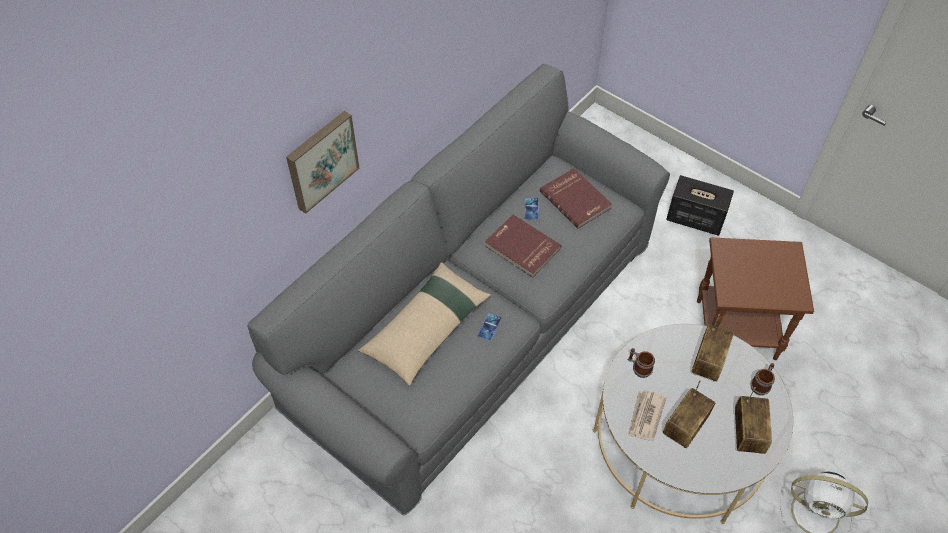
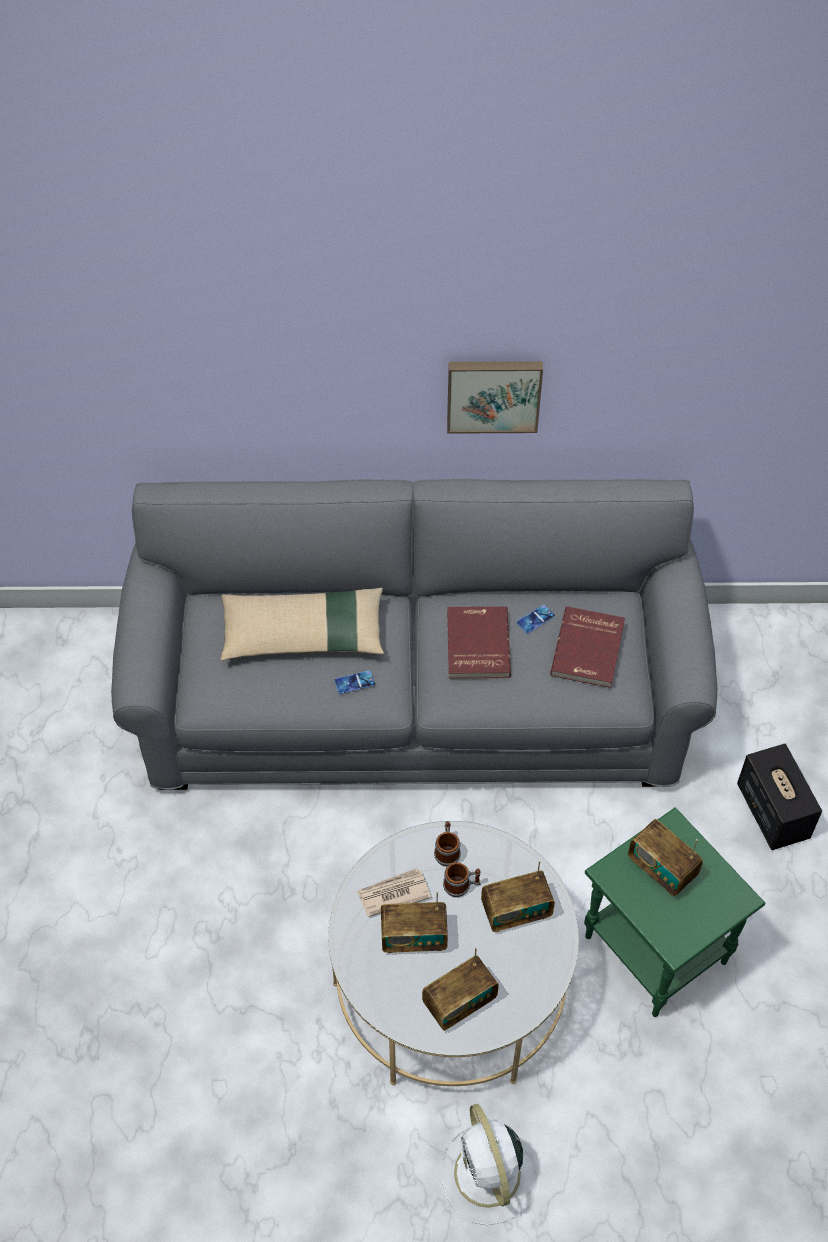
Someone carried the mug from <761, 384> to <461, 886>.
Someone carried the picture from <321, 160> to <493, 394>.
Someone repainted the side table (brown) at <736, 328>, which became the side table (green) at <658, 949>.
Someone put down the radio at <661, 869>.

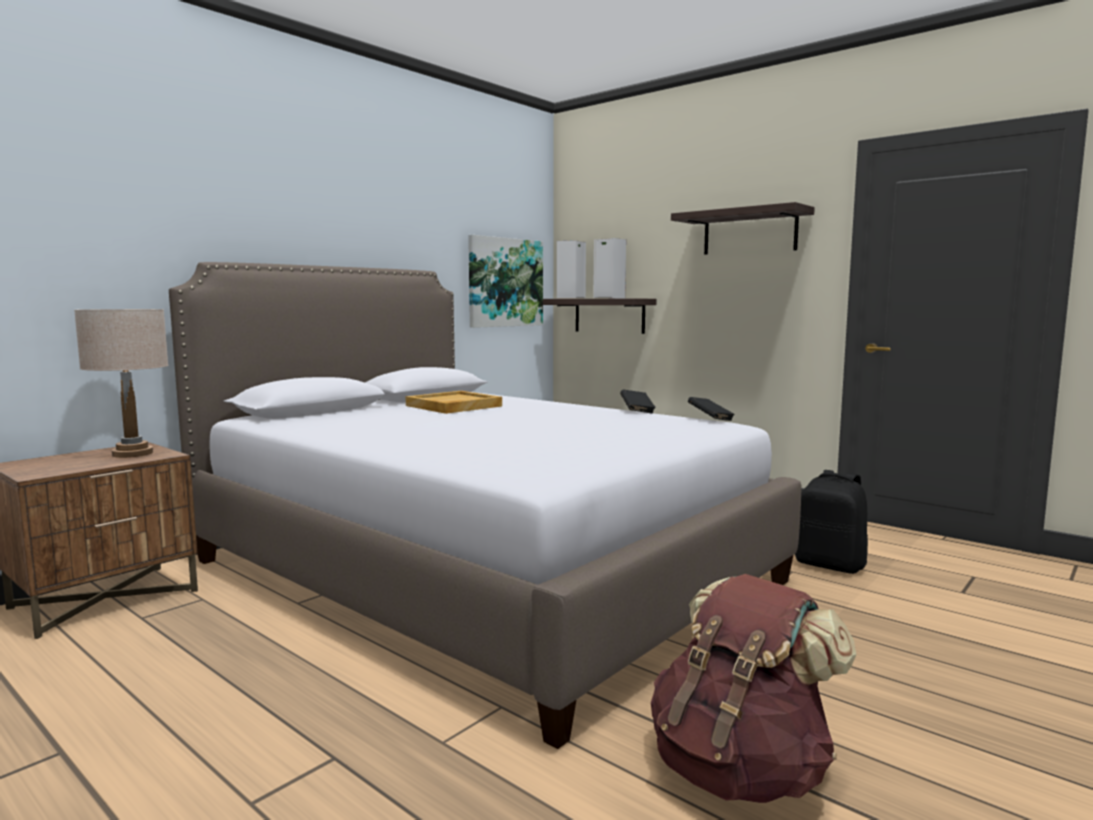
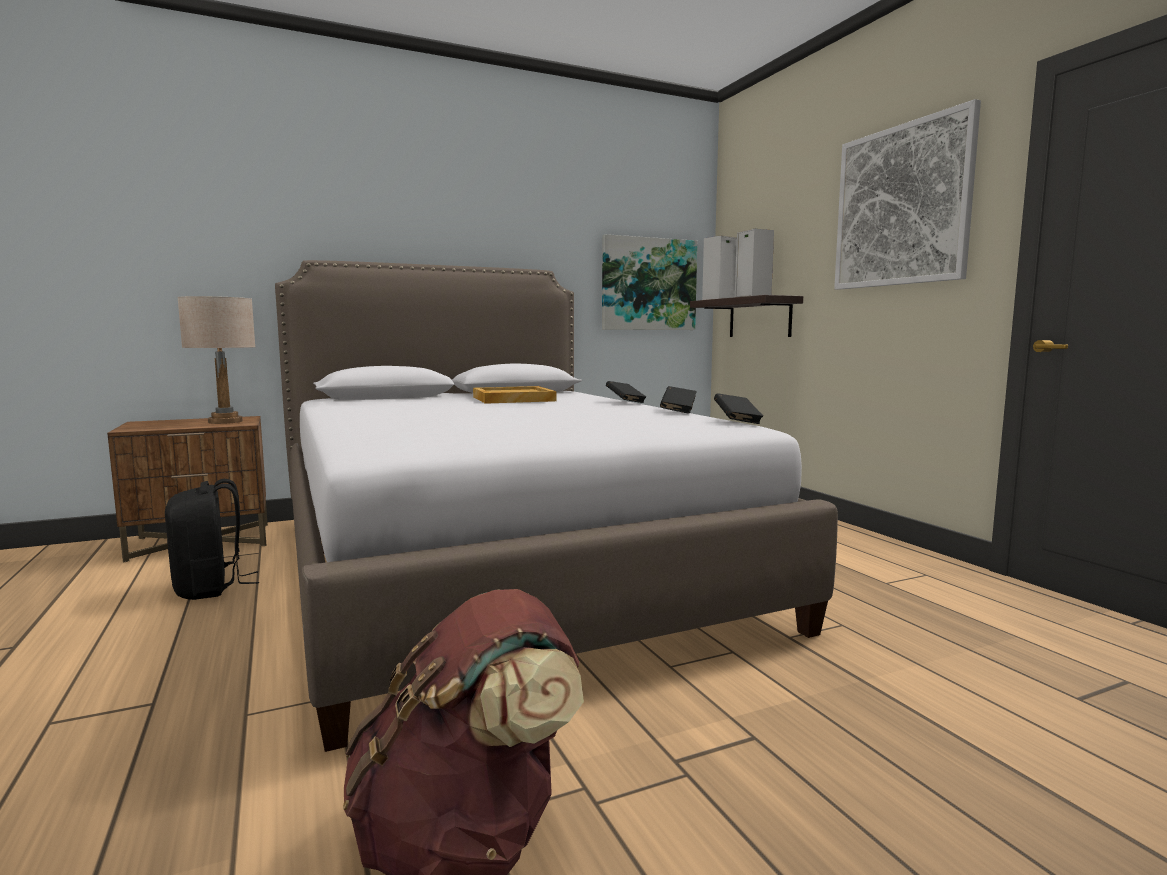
Someone carried the backpack (black) from <830, 565> to <210, 588>.
Someone put down the book (black) at <625, 402>.
Someone swapped the shelf at <749, 232> for the picture at <901, 206>.

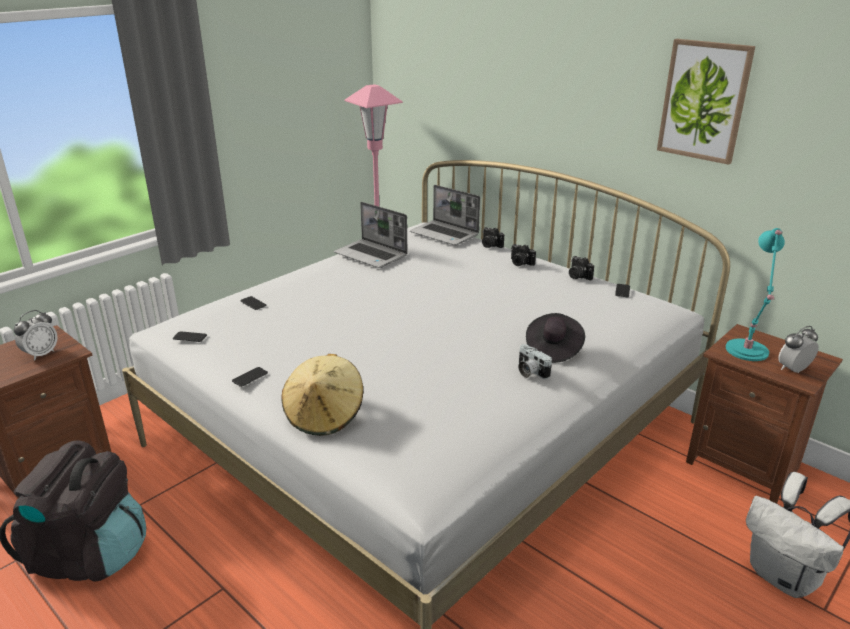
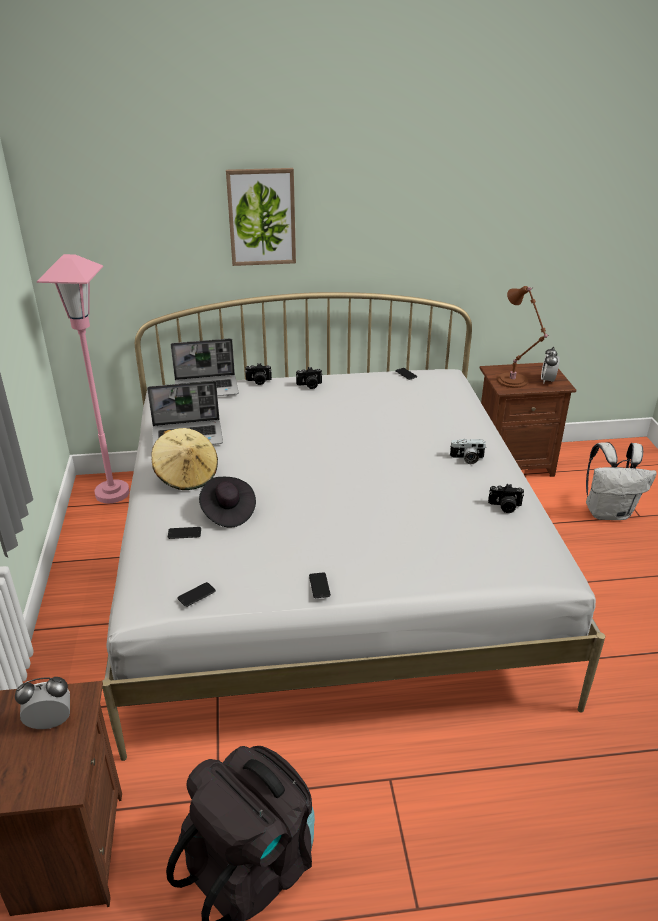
Someone rotated the alarm clock at <41, 354> by 90 degrees counterclockwise.
Someone carried the hat (beige) from <324, 415> to <187, 476>.
Someone carried the hat (black) from <553, 349> to <227, 512>.
Someone carried the picture from <704, 101> to <261, 217>.
Someone carried the photo camera from <578, 276> to <505, 507>.
Someone repainted the table lamp (turquoise) at <746, 352>, which became the table lamp (brown) at <514, 382>.

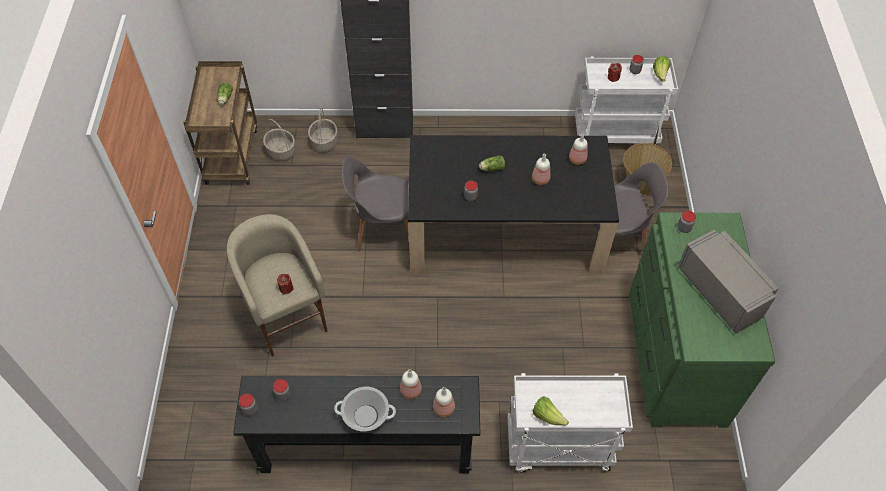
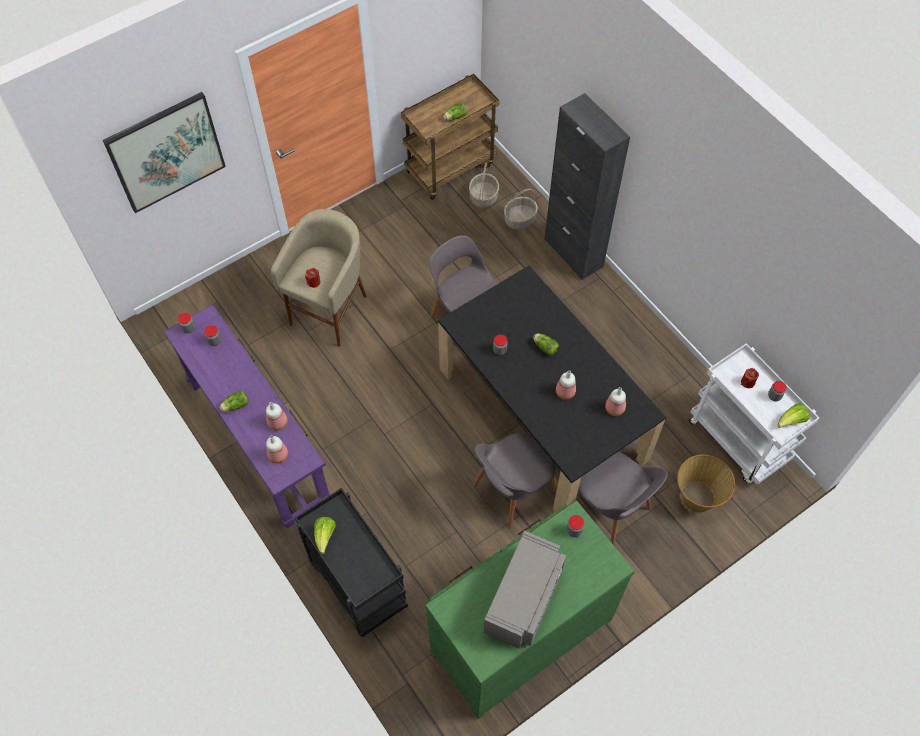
Someone put up the picture at <166, 152>.
Someone repainted the console table (black) at <366, 447>, which became the console table (purple) at <259, 440>.
Someone swapped the cooking pot at <366, 415> for the lettuce at <234, 406>.
Someone repainted the cart (white) at <558, 447>, which became the cart (black) at <356, 583>.
Someone put down the chair (grey) at <513, 490>.

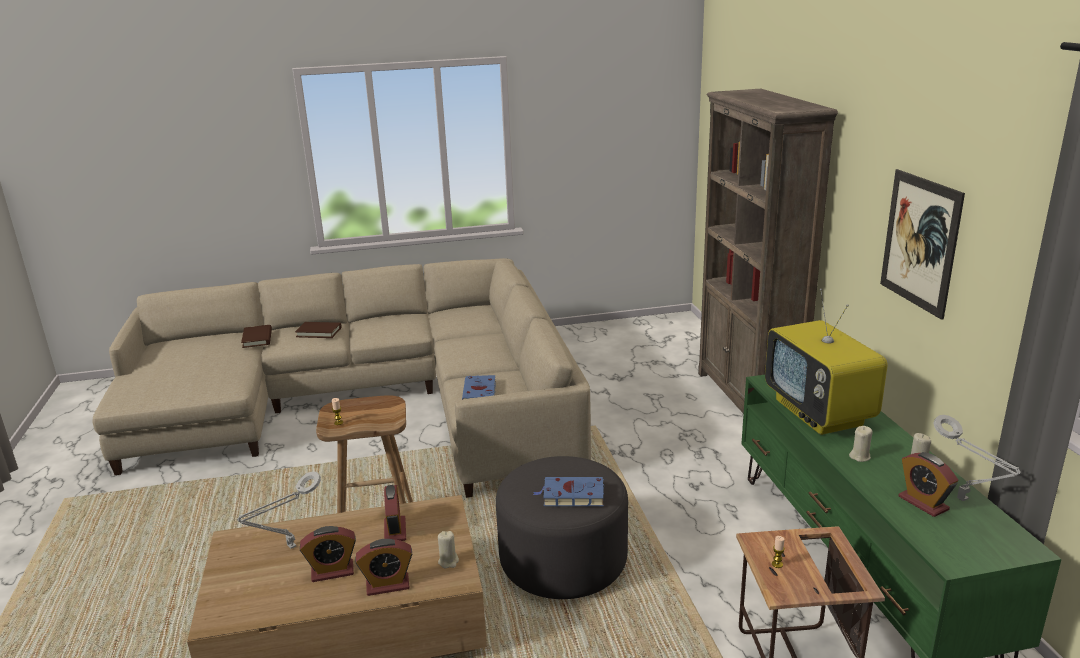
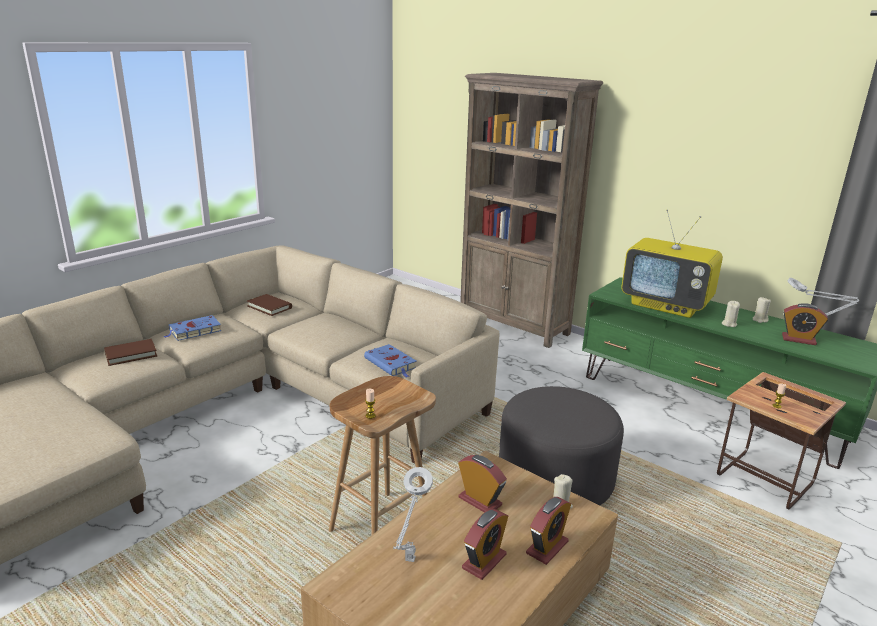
Someone carried the book (blue) from <571, 495> to <194, 331>.
Someone carried the book (brown) from <257, 338> to <269, 307>.
Someone took away the picture at <920, 242>.

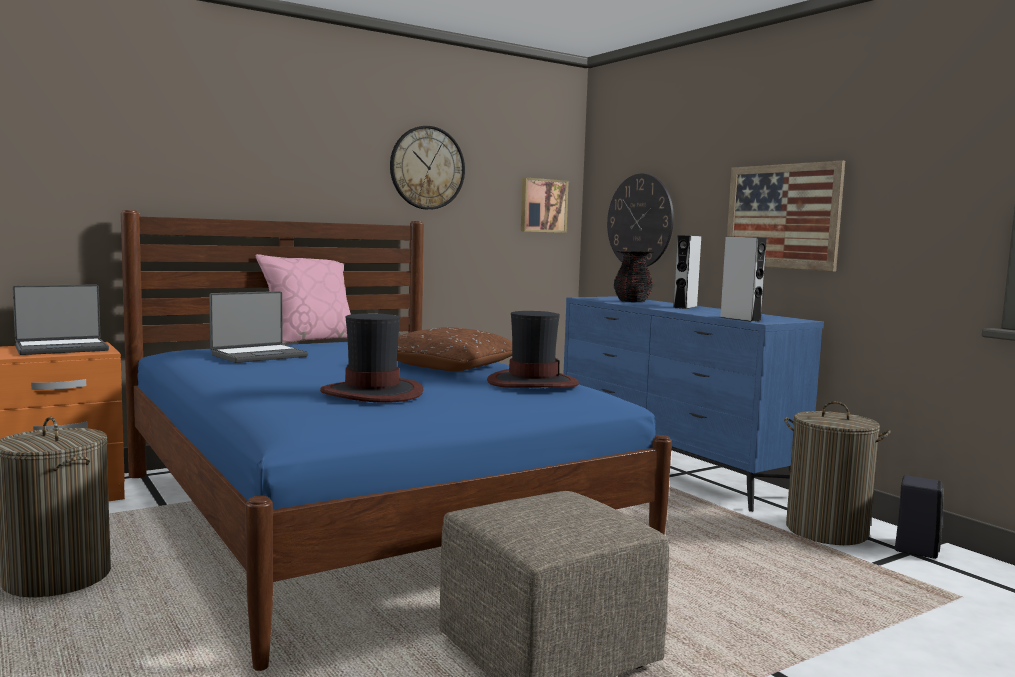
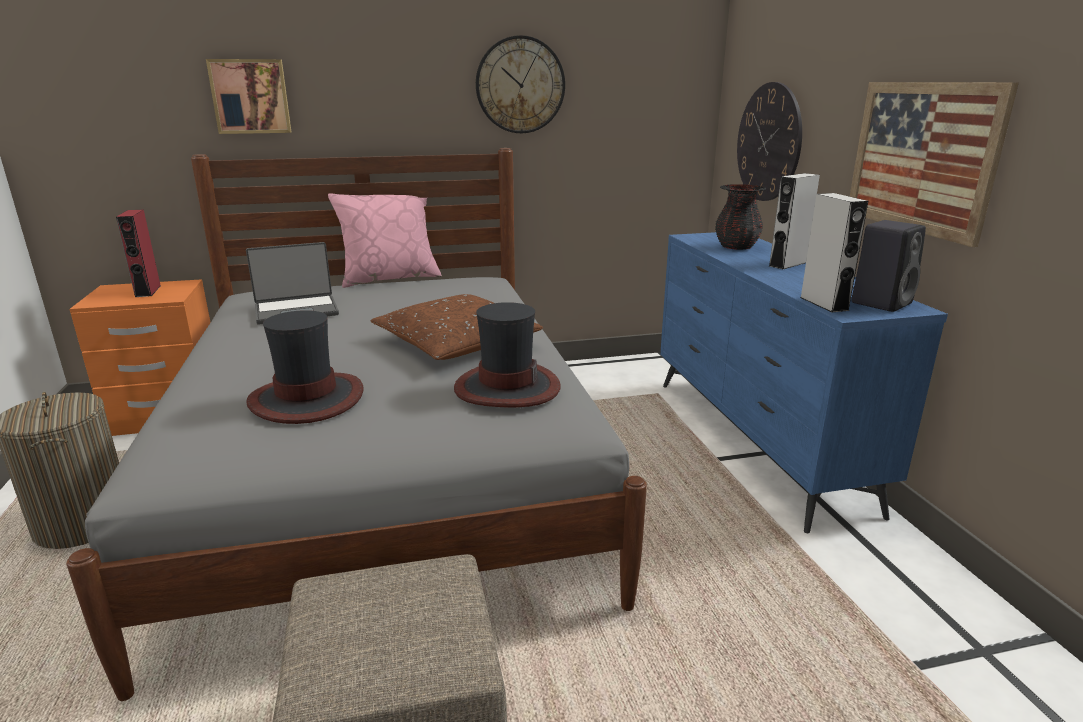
Someone repainted the bed (blue) at <364, 515>, which became the bed (grey) at <387, 476>.
Someone swapped the laptop at <62, 348> for the speaker (red) at <148, 291>.
Someone carried the picture from <542, 205> to <250, 96>.
Someone carried the speaker (black) from <916, 548> to <881, 302>.
Someone took away the laundry basket at <826, 531>.

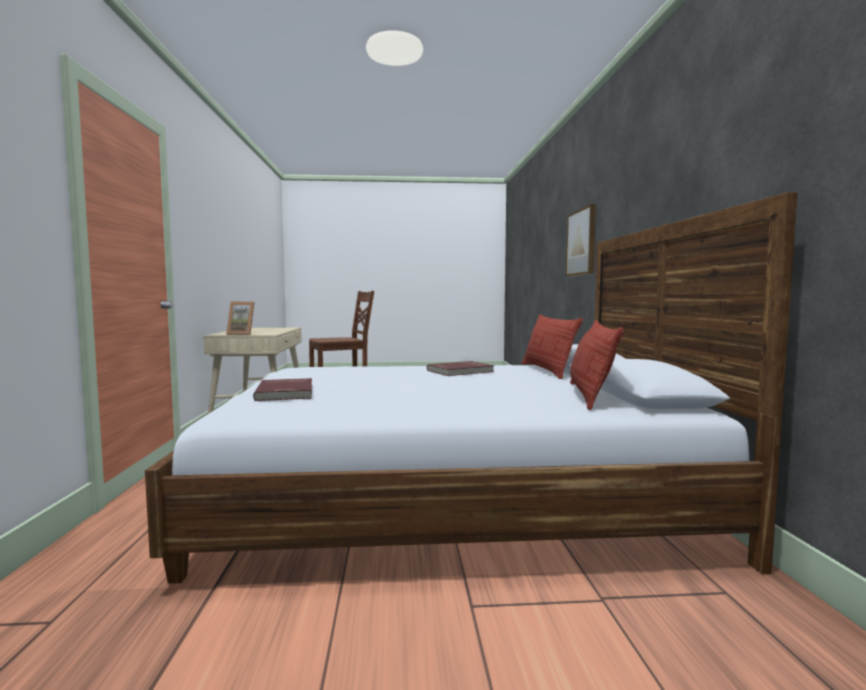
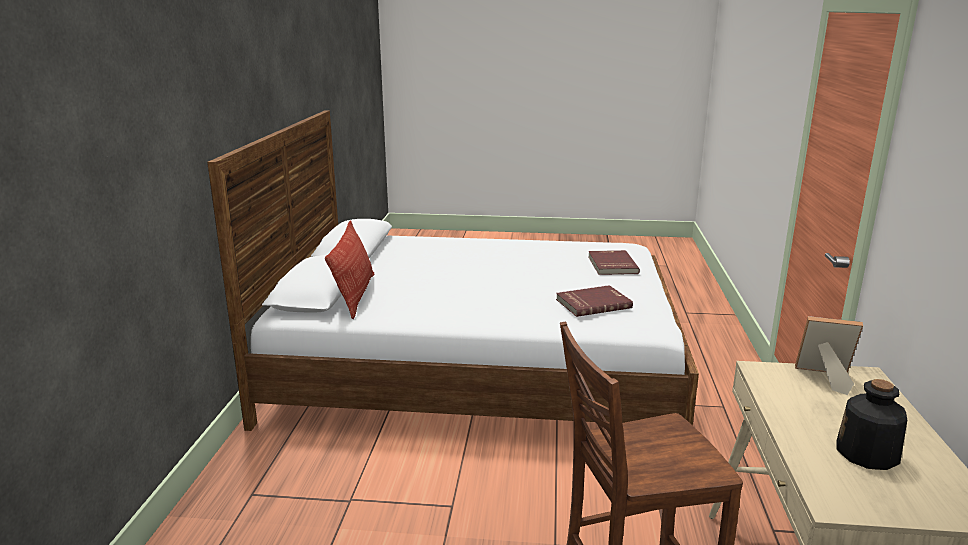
Someone carried the book (red) from <460, 371> to <592, 303>.
Someone put down the bottle at <867, 454>.
Someone took away the picture at <582, 242>.
Someone took away the pillow at <590, 395>.

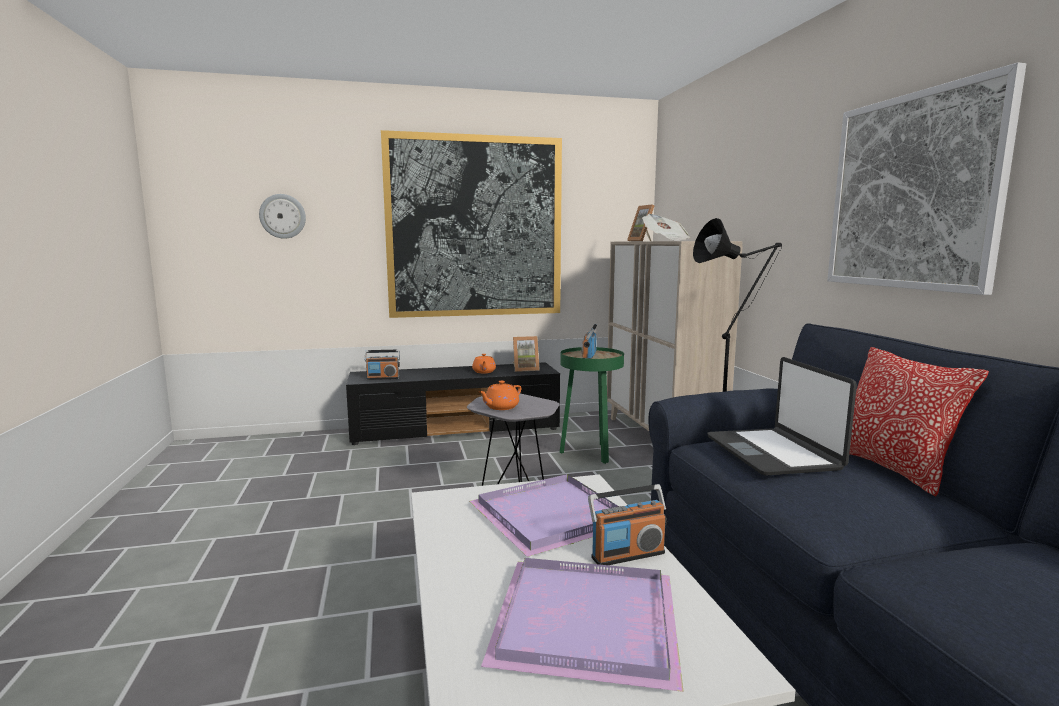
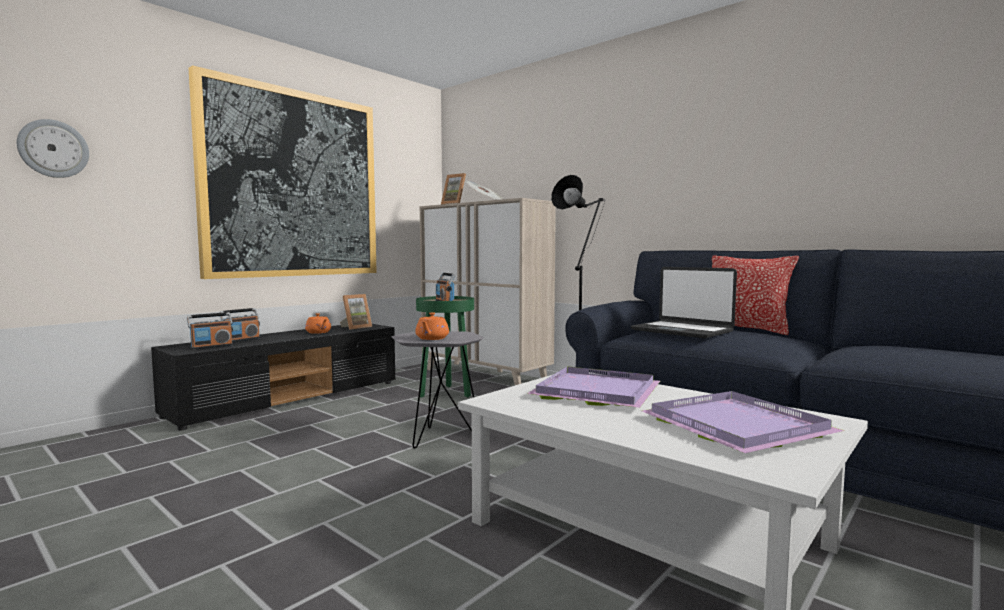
Someone carried the radio from <627, 555> to <241, 340>.
Someone took away the picture at <912, 192>.

